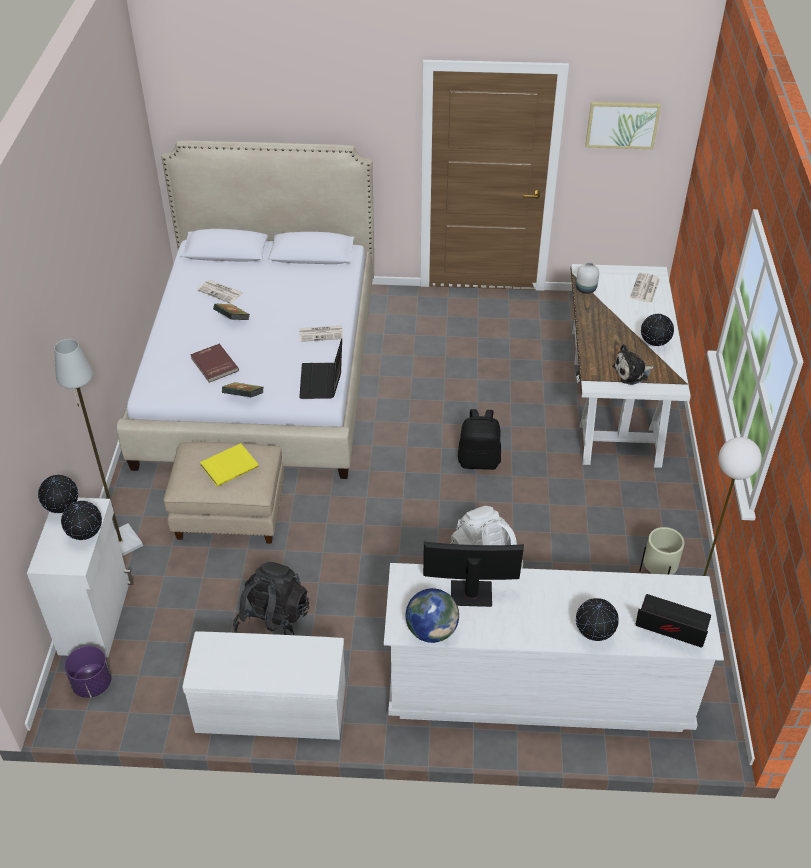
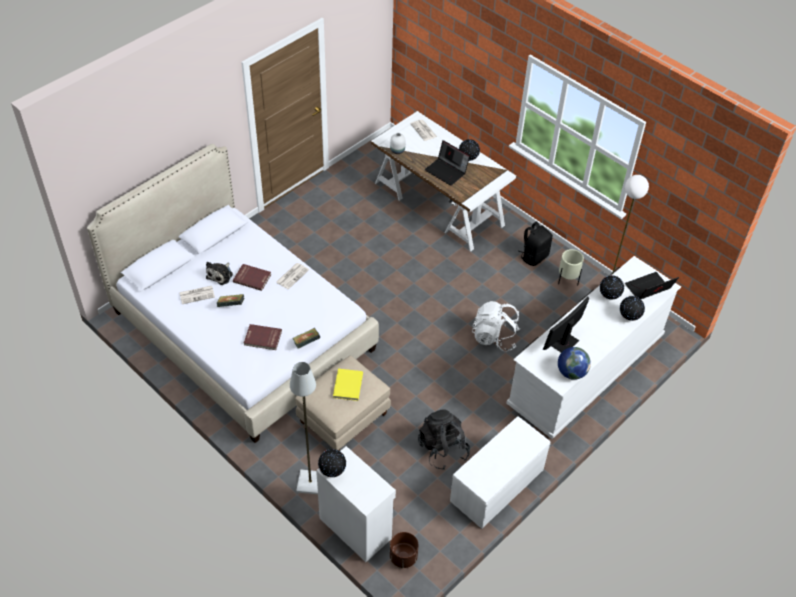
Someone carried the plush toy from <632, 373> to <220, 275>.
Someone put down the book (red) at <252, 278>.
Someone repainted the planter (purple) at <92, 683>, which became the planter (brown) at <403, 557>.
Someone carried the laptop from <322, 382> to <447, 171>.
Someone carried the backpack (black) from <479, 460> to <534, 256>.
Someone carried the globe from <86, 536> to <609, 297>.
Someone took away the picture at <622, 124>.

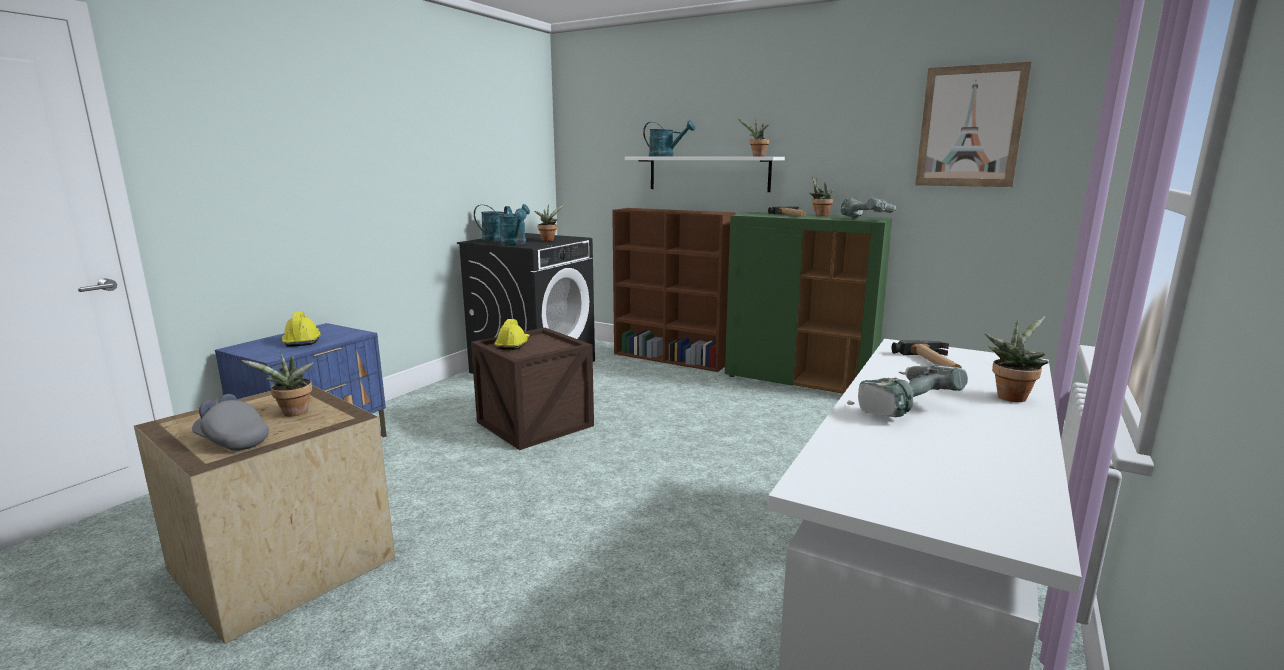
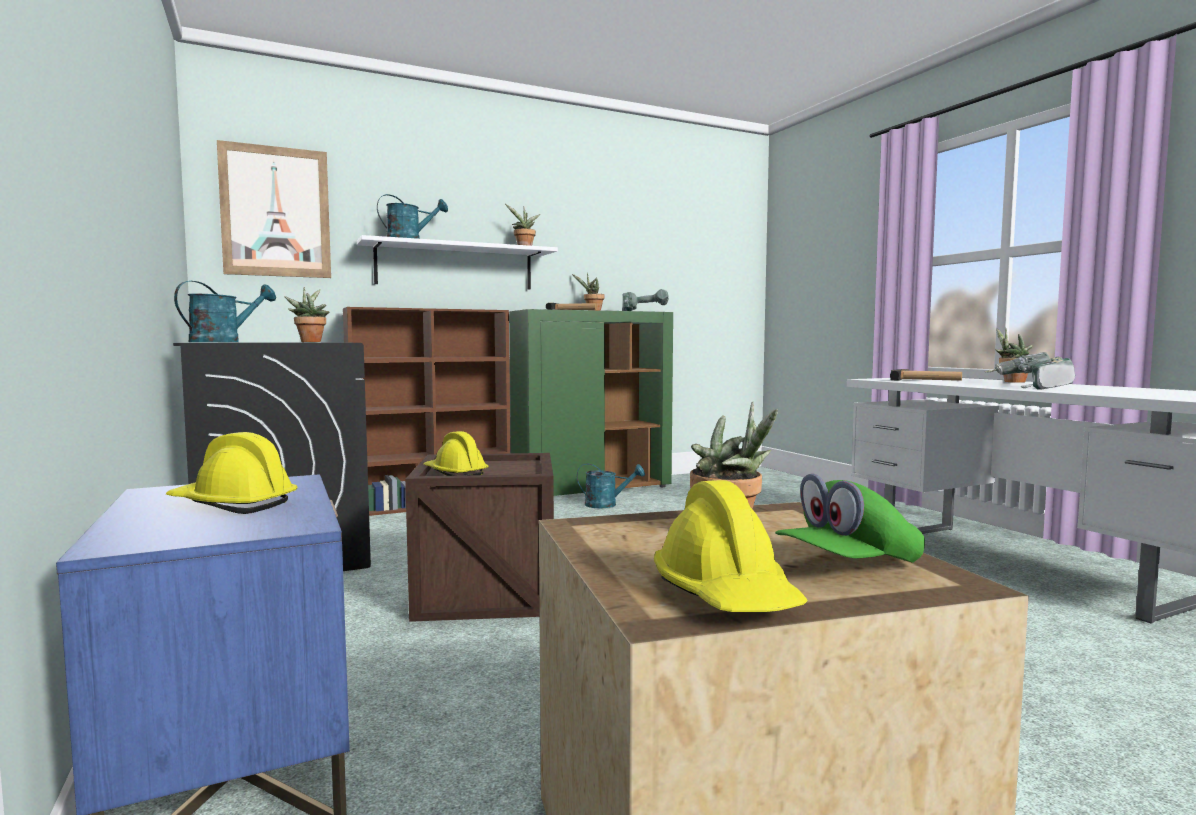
Someone carried the picture from <970, 127> to <276, 212>.
Someone carried the watering can (turquoise) from <515, 243> to <607, 505>.
Someone put down the hard hat (yellow) at <726, 595>.
Someone repainted the cap (grey) at <232, 441>, which became the cap (green) at <848, 566>.

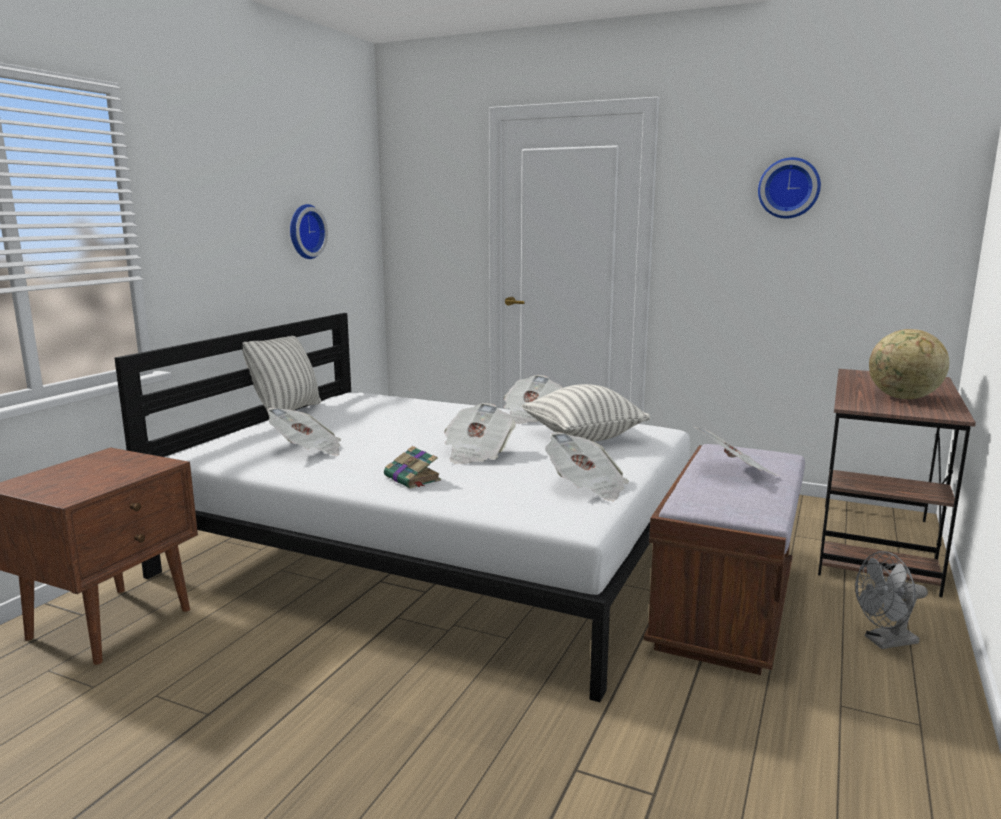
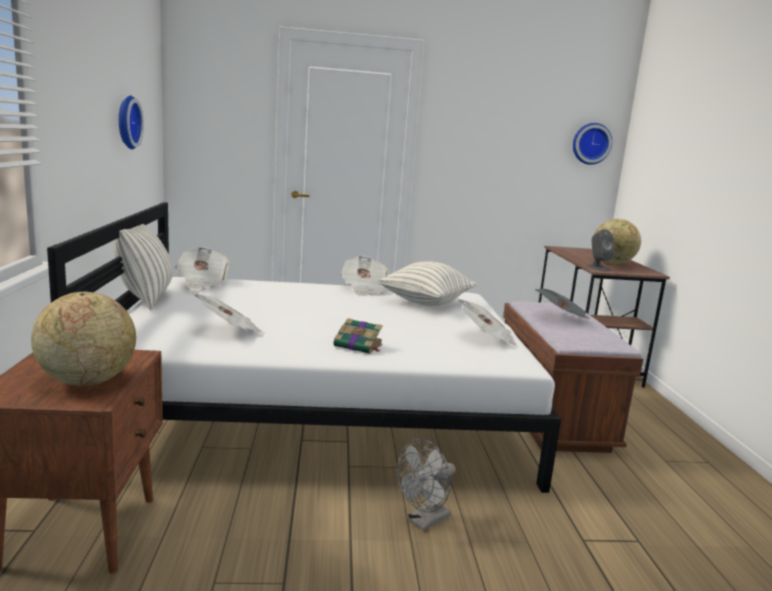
Someone put down the globe at <87, 381>.
Someone carried the newspaper from <477, 453> to <202, 282>.
Someone carried the fan (grey) from <885, 642> to <424, 521>.
Someone carried the wall clock from <789, 188> to <590, 143>.
Someone put down the speaker (grey) at <598, 268>.

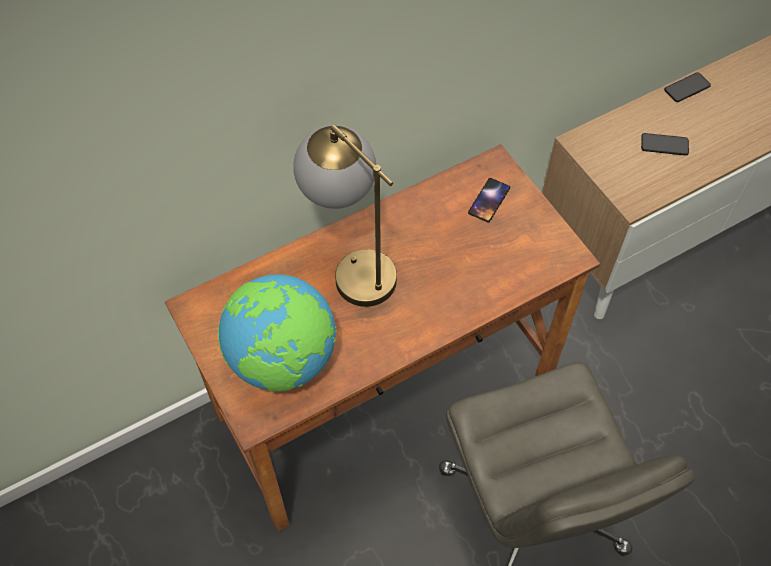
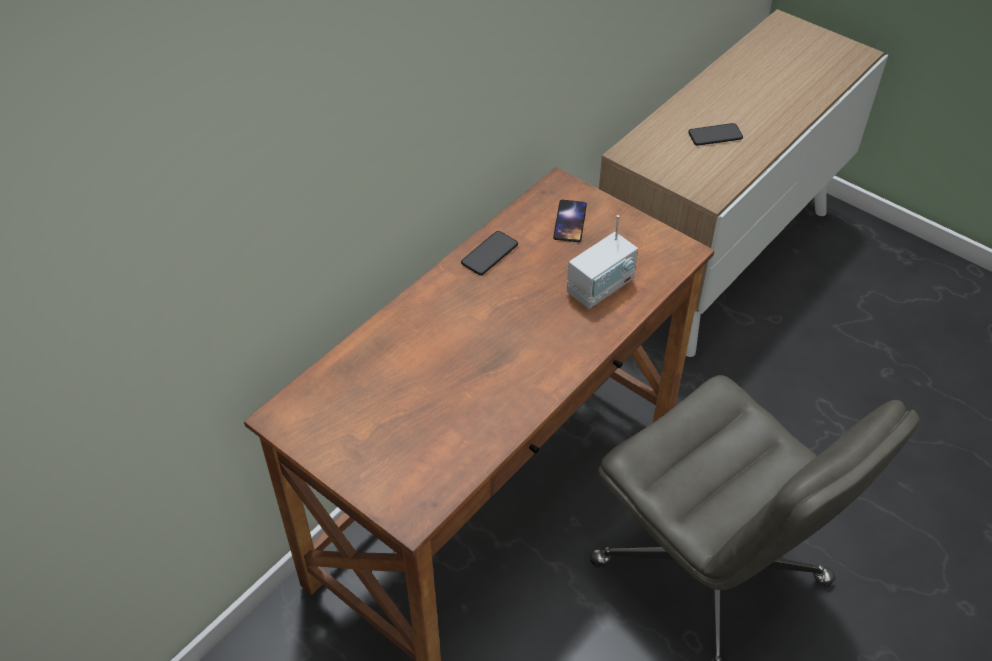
Someone carried the phone from <687, 88> to <489, 254>.
Someone put down the radio at <601, 288>.
Someone took away the globe at <283, 360>.
Someone took away the table lamp at <351, 265>.

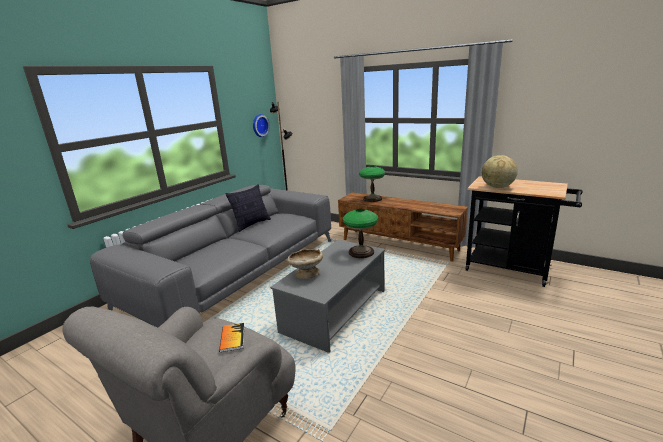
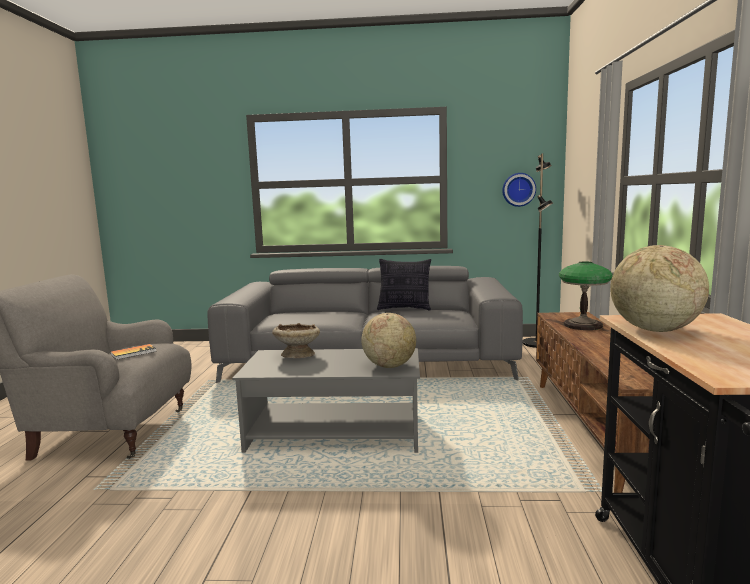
Someone swapped the table lamp at <361, 252> for the globe at <389, 366>.

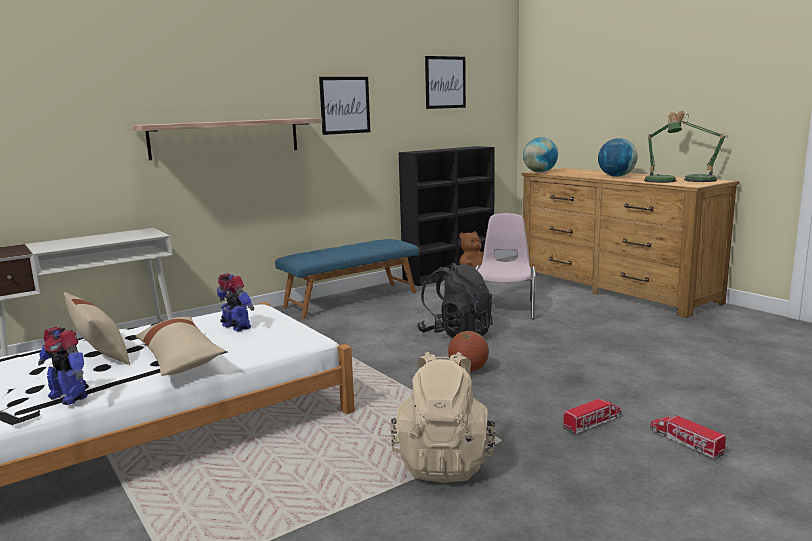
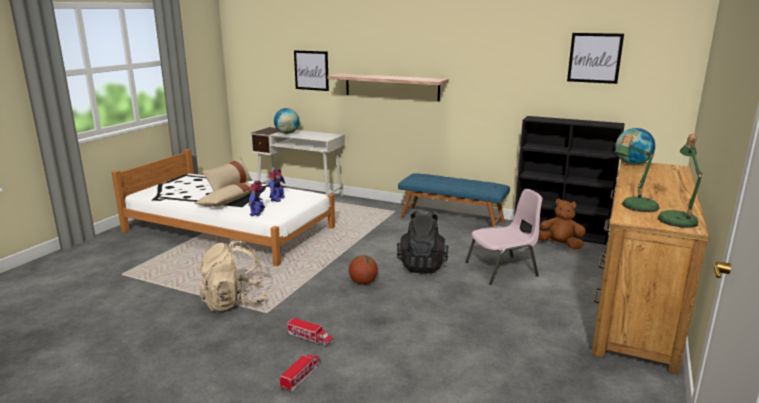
Someone carried the toy robot from <69, 396> to <257, 213>.
Someone carried the globe from <616, 176> to <287, 133>.
Someone carried the picture from <345, 105> to <311, 70>.

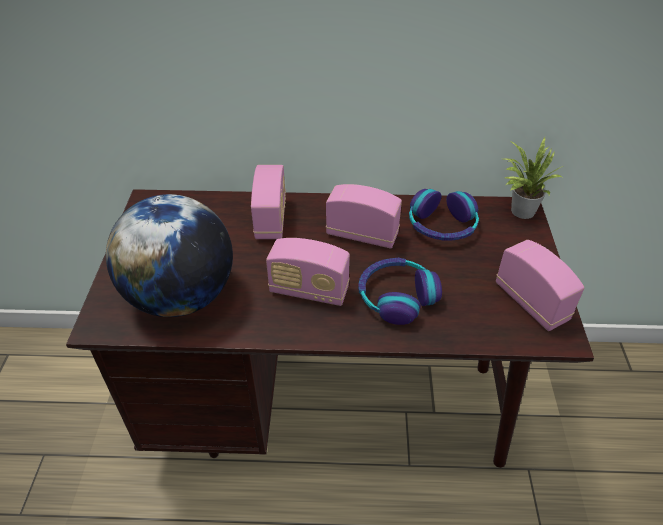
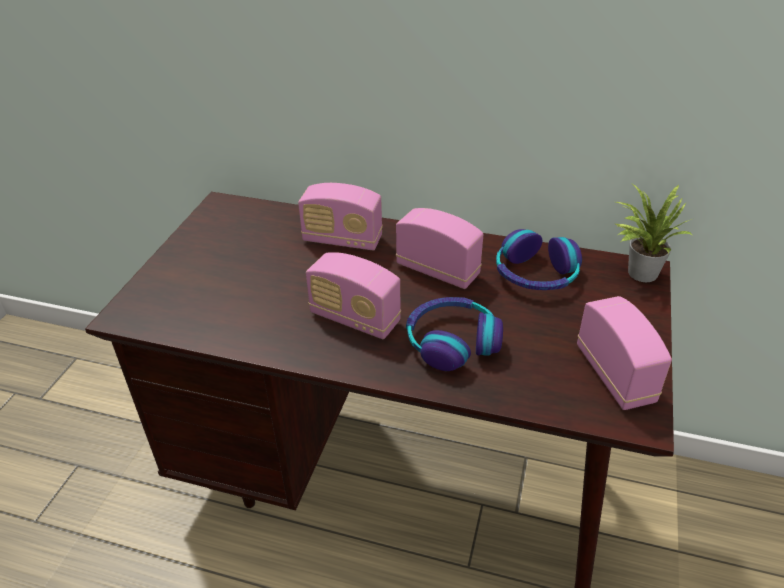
Someone rotated the radio at <271, 219> by 90 degrees clockwise.
Someone took away the globe at <182, 296>.

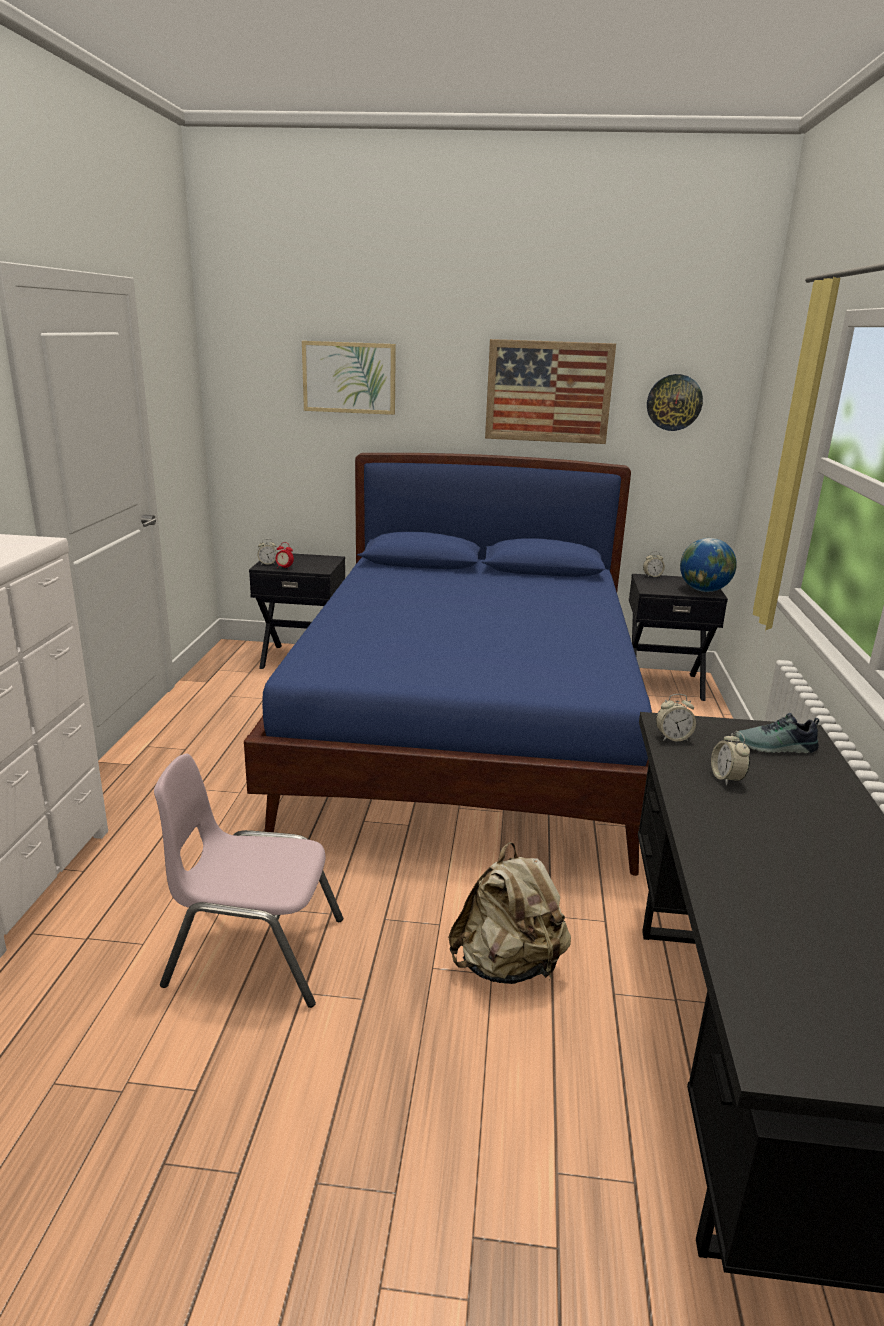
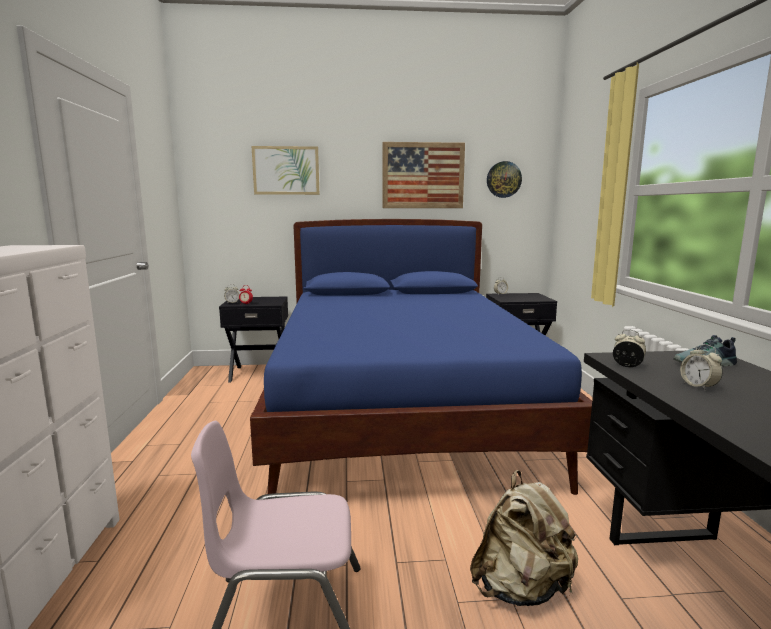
Someone rotated the alarm clock at <673, 738> by 135 degrees counterclockwise.
Someone took away the globe at <704, 590>.

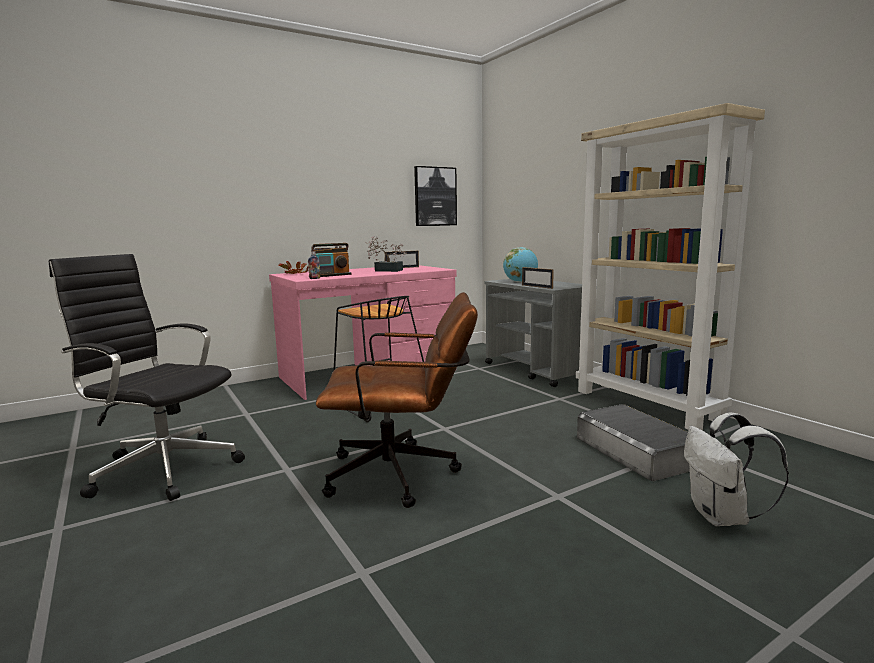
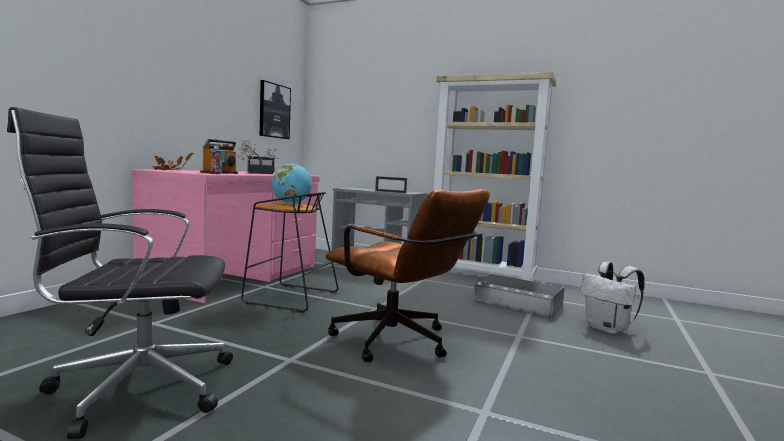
Someone carried the globe from <520, 282> to <291, 203>.
Someone rotated the office chair (brown) at <403, 474> by 75 degrees clockwise.

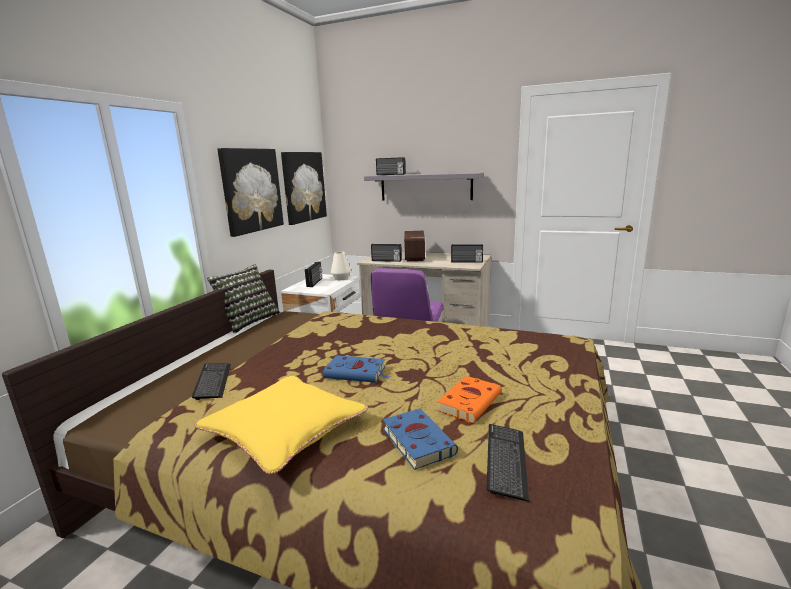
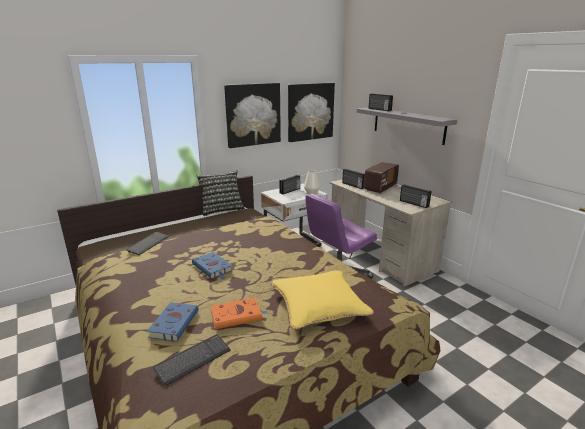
Someone carried the pillow (yellow) from <284, 429> to <318, 305>.

